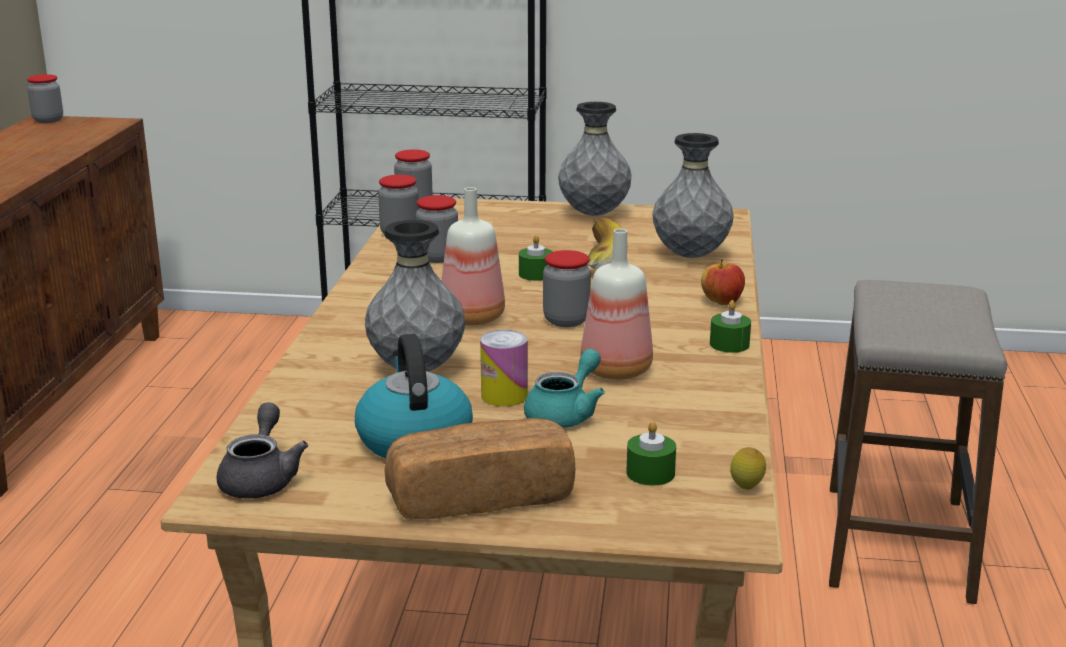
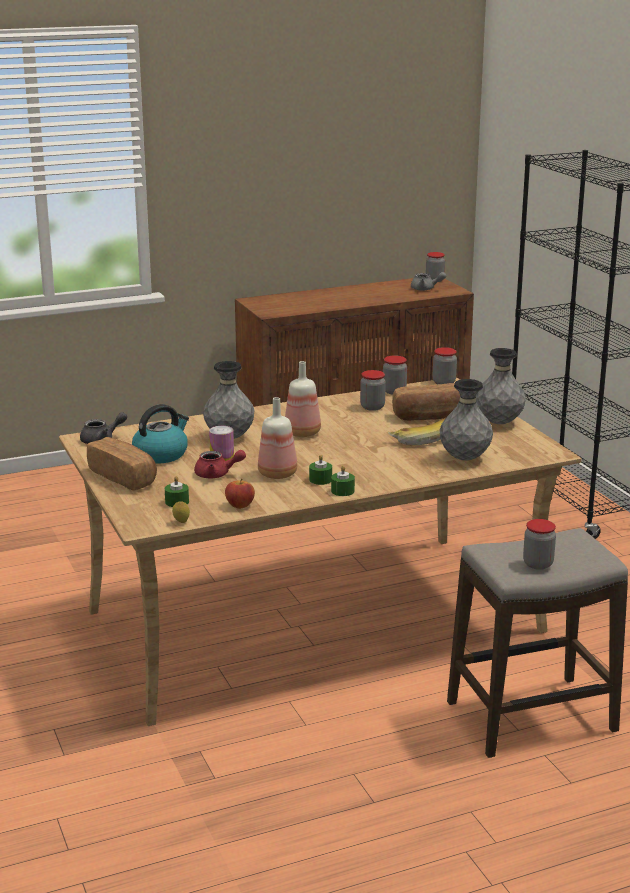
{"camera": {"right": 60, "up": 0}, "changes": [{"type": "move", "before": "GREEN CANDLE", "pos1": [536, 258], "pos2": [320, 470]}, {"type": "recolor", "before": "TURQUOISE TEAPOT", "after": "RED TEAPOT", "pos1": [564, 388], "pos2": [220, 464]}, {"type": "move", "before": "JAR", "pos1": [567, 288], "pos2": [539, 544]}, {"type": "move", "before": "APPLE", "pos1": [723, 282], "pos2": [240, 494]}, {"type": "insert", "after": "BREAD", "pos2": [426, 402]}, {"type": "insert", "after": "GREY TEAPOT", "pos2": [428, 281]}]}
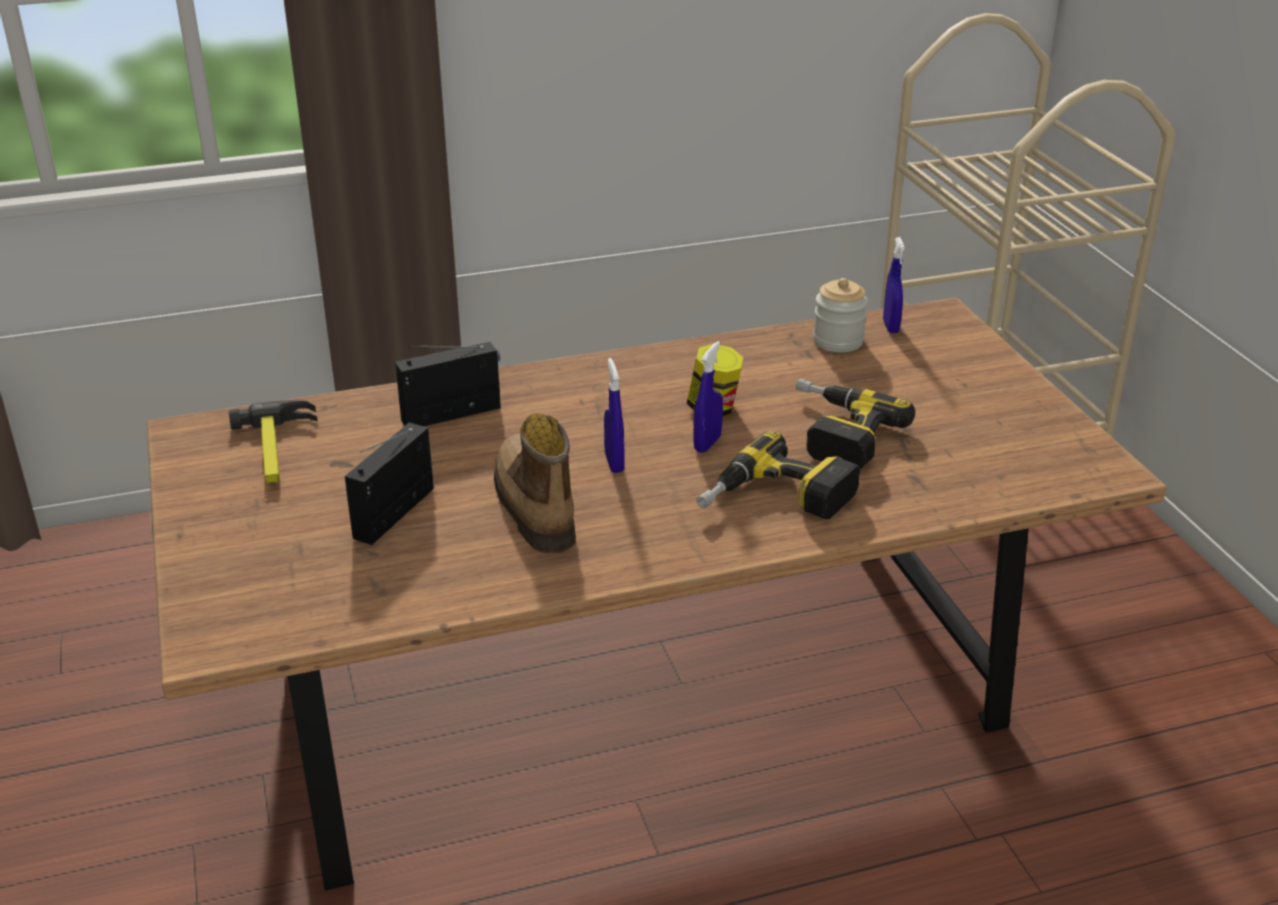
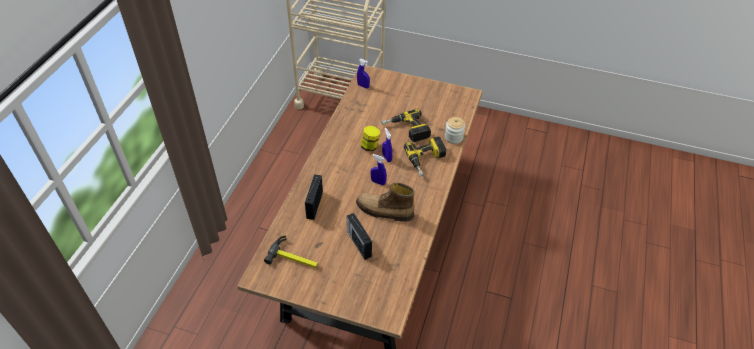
{"camera": {"right": -55, "up": 15}, "changes": [{"type": "move", "before": "JAR", "pos1": [840, 315], "pos2": [455, 130]}]}
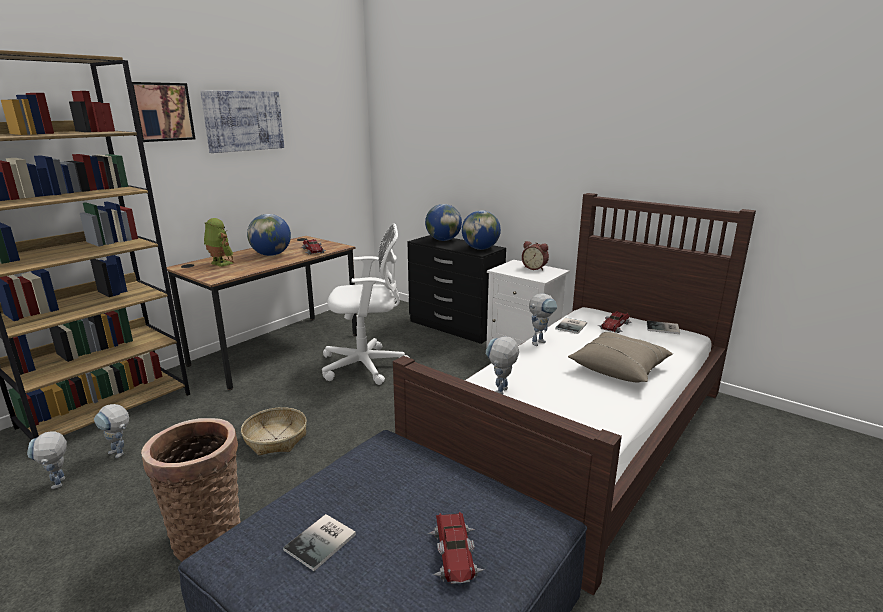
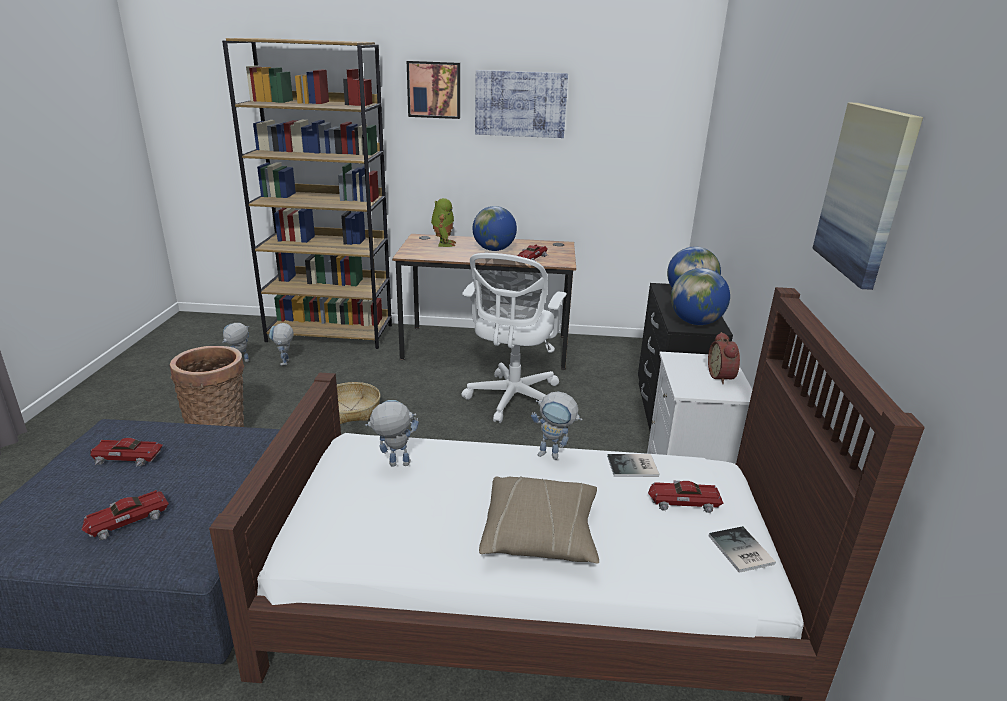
{"camera": {"right": 55, "up": 5}, "changes": [{"type": "replace", "before": "BOOK", "after": "TOY CAR", "pos1": [319, 542], "pos2": [126, 452]}, {"type": "rotate", "before": "WHITE OFFICE CHAIR", "pos1": [366, 304], "pos2": [514, 338], "turn": 60}, {"type": "insert", "after": "PICTURE", "pos2": [867, 196]}]}
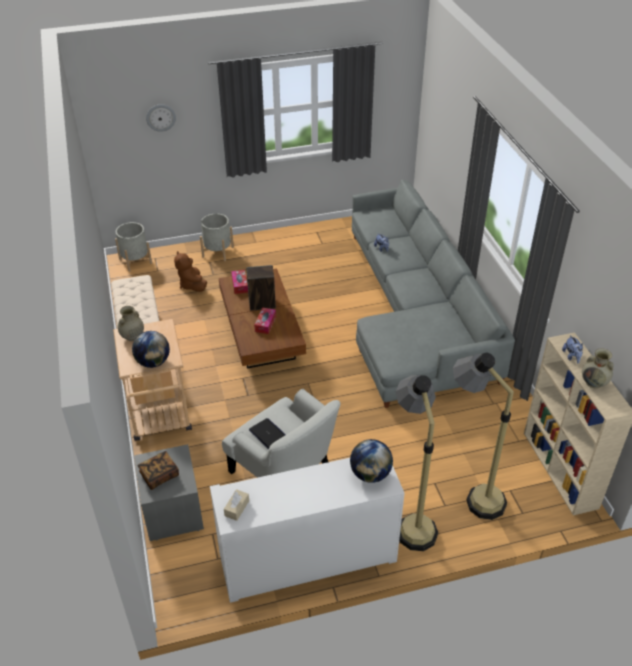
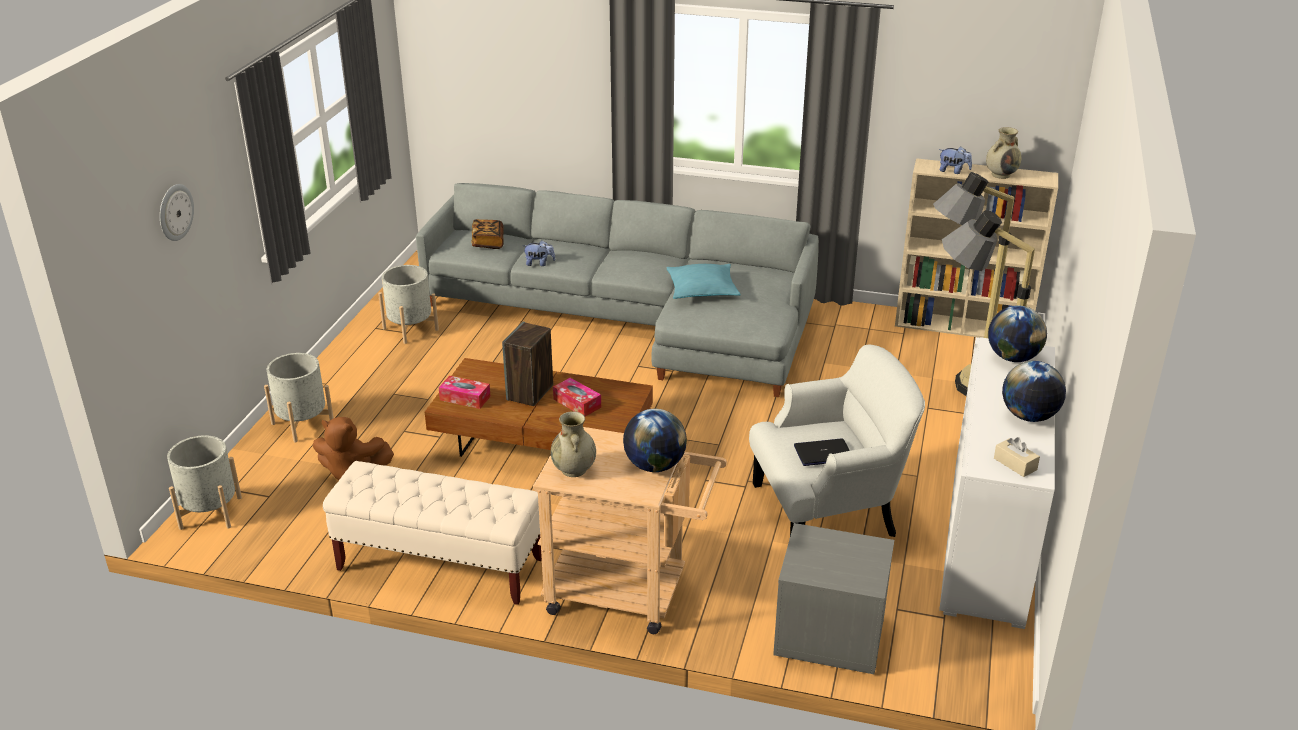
{"camera": {"right": -60, "up": -10}, "changes": [{"type": "move", "before": "BOOK", "pos1": [158, 470], "pos2": [487, 234]}, {"type": "insert", "after": "GREY PLANTER", "pos2": [408, 304]}, {"type": "insert", "after": "TURQUOISE PILLOW", "pos2": [703, 281]}, {"type": "insert", "after": "GLOBE", "pos2": [1034, 391]}]}
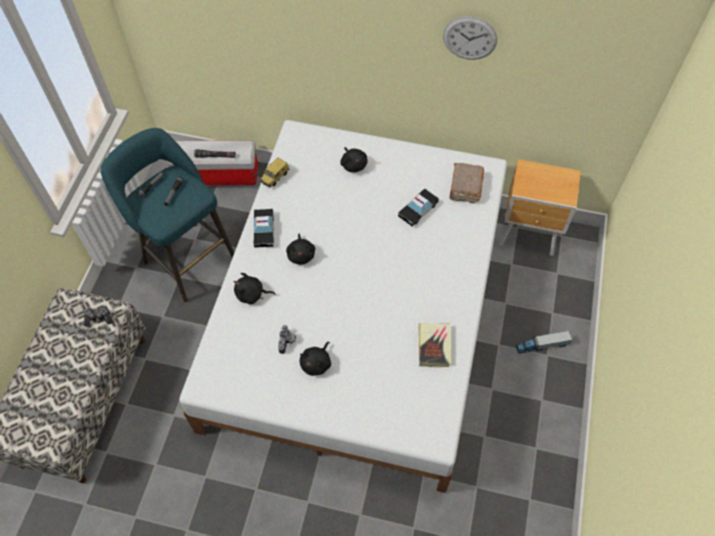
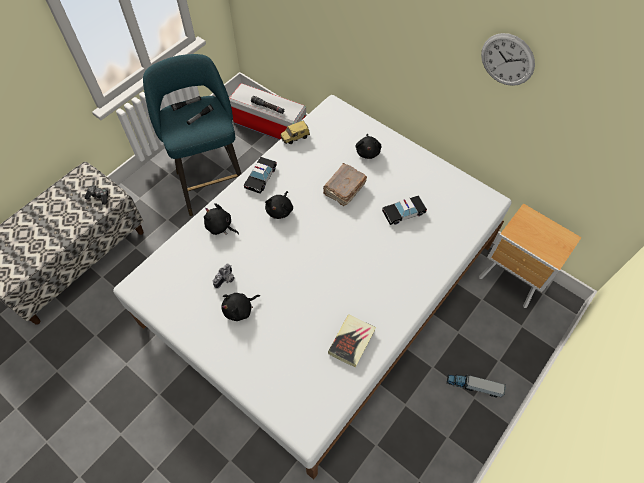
{"camera": {"right": 25, "up": 0}, "changes": [{"type": "move", "before": "BROWN BOOK", "pos1": [466, 183], "pos2": [345, 184]}]}
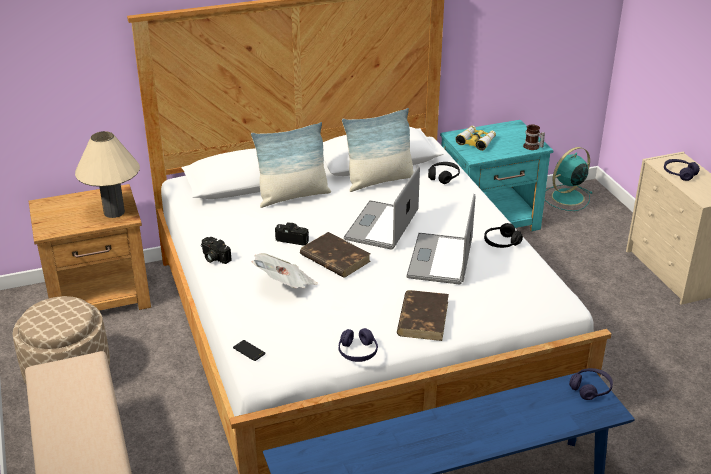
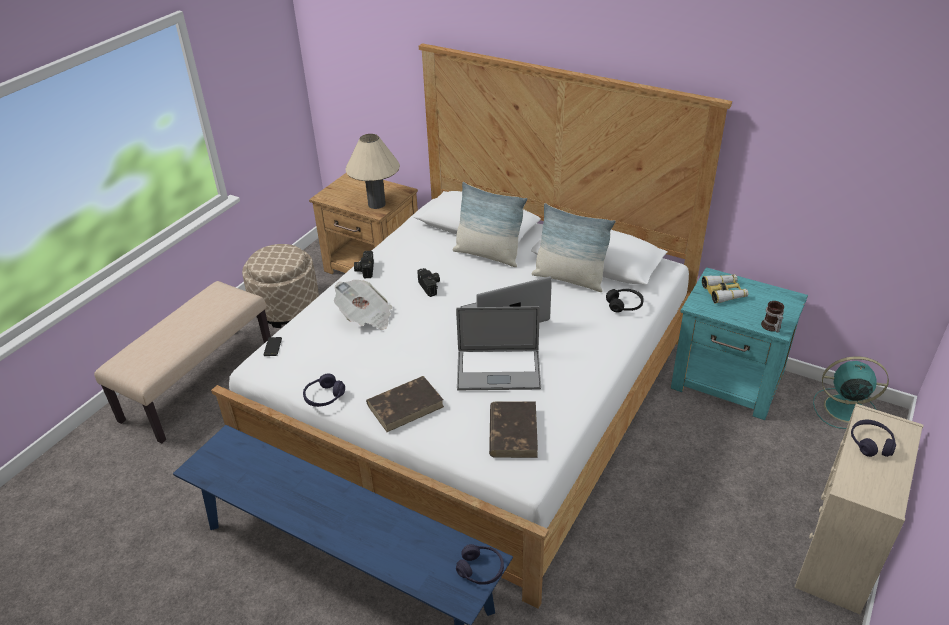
{"camera": {"right": 50, "up": 5}, "changes": [{"type": "move", "before": "BROWN BOOK", "pos1": [335, 255], "pos2": [513, 430]}, {"type": "rotate", "before": "LAPTOP", "pos1": [440, 239], "pos2": [498, 348], "turn": -150}, {"type": "delete", "before": "BLACK HEADPHONES", "pos1": [503, 235]}]}
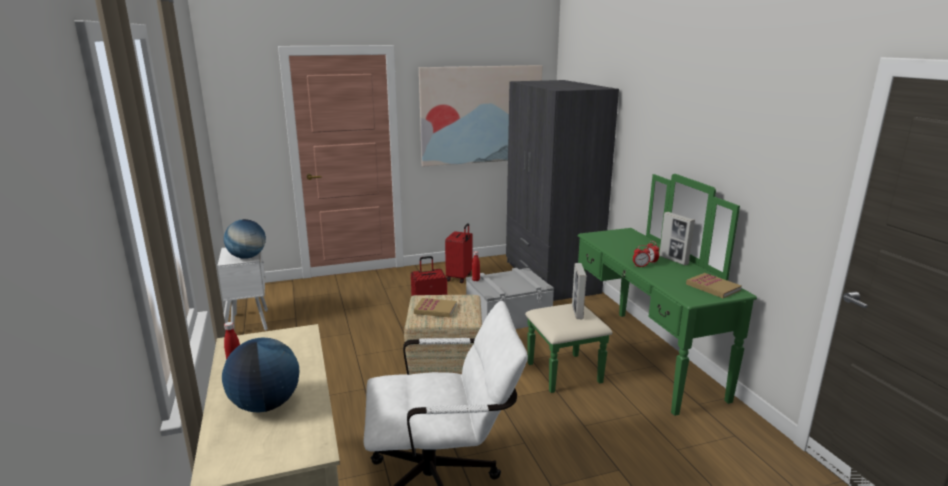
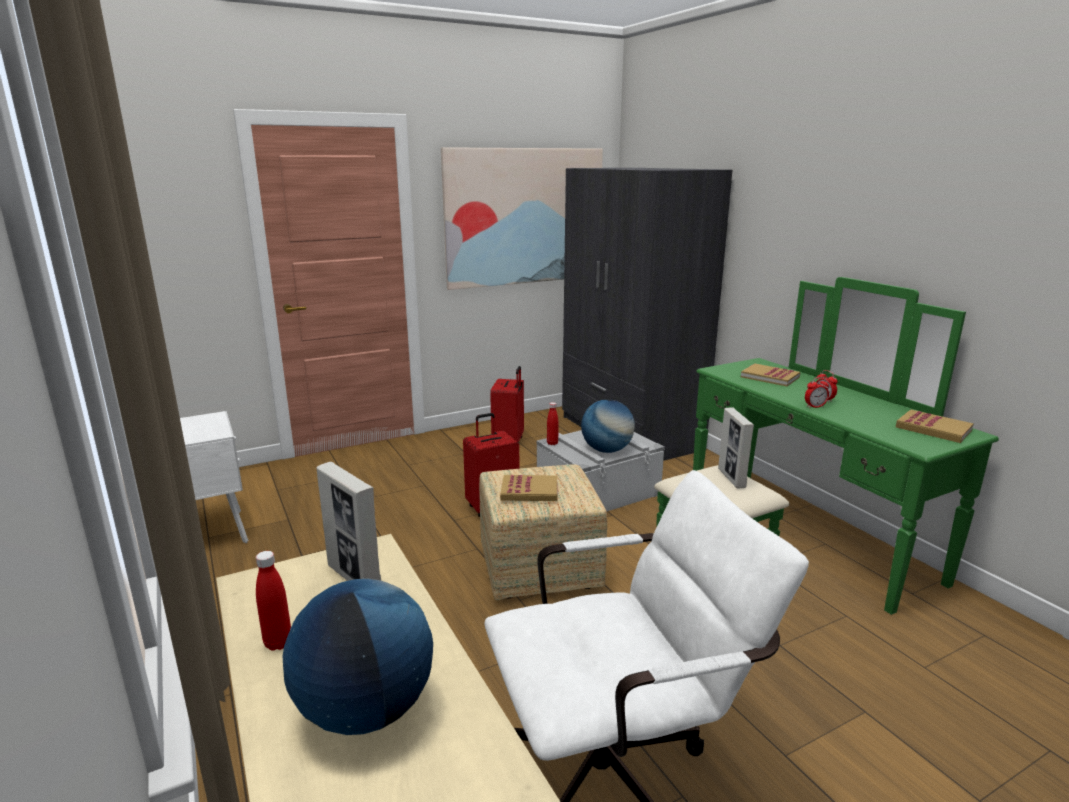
{"camera": {"right": -10, "up": 0}, "changes": [{"type": "move", "before": "GLOBE", "pos1": [245, 239], "pos2": [608, 426]}, {"type": "move", "before": "PICTURE FRAME", "pos1": [677, 238], "pos2": [348, 521]}, {"type": "insert", "after": "BOOK", "pos2": [770, 375]}]}
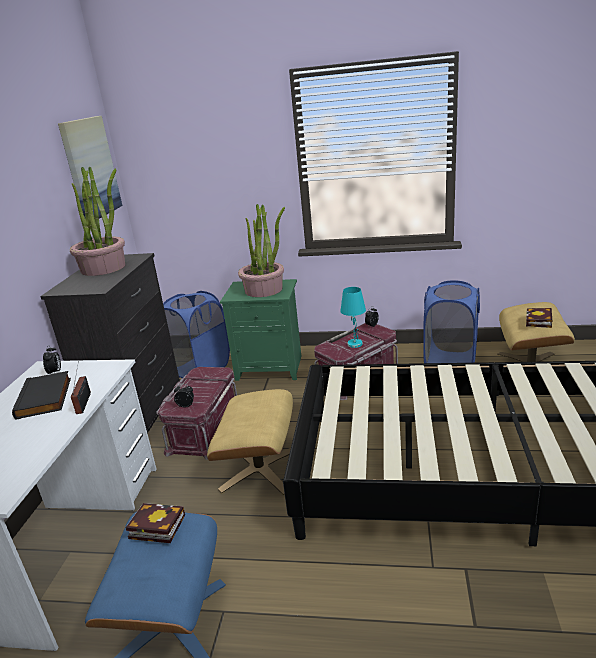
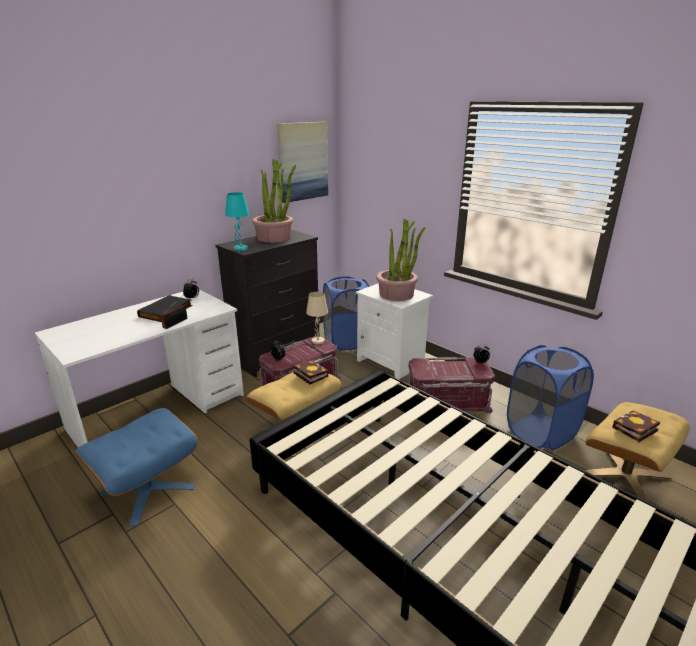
{"camera": {"right": 35, "up": 0}, "changes": [{"type": "move", "before": "BOOK", "pos1": [155, 523], "pos2": [310, 372]}, {"type": "recolor", "before": "GREEN NIGHTSTAND", "after": "WHITE NIGHTSTAND", "pos1": [260, 330], "pos2": [394, 331]}, {"type": "move", "before": "TURQUOISE TABLE LAMP", "pos1": [353, 317], "pos2": [237, 221]}, {"type": "insert", "after": "BEIGE TABLE LAMP", "pos2": [317, 318]}]}
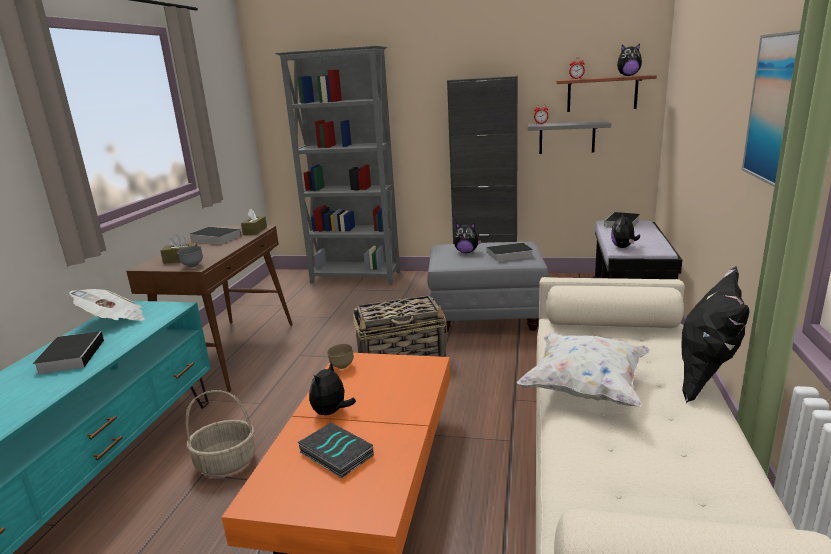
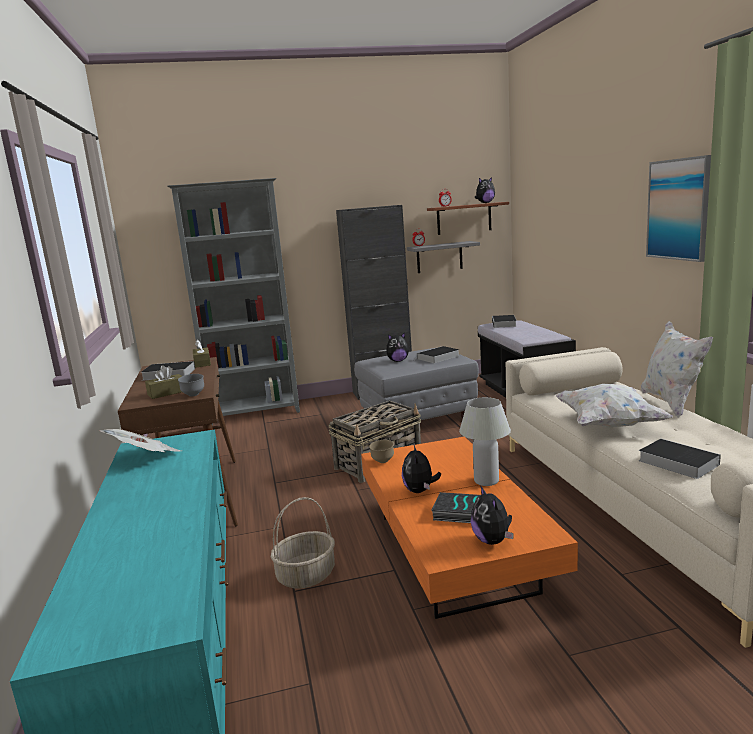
{"camera": {"right": -25, "up": -5}, "changes": [{"type": "move", "before": "BOOK", "pos1": [68, 352], "pos2": [679, 459]}, {"type": "move", "before": "PLUSH TOY", "pos1": [625, 230], "pos2": [492, 515]}, {"type": "recolor", "before": "BLACK PILLOW", "after": "WHITE PILLOW", "pos1": [715, 335], "pos2": [677, 369]}, {"type": "insert", "after": "WHITE TABLE LAMP", "pos2": [485, 441]}]}
